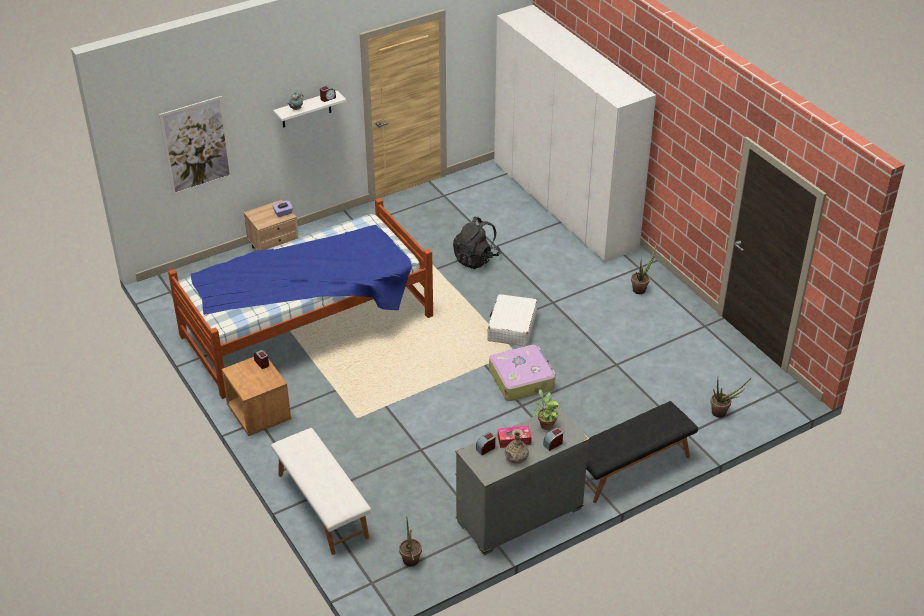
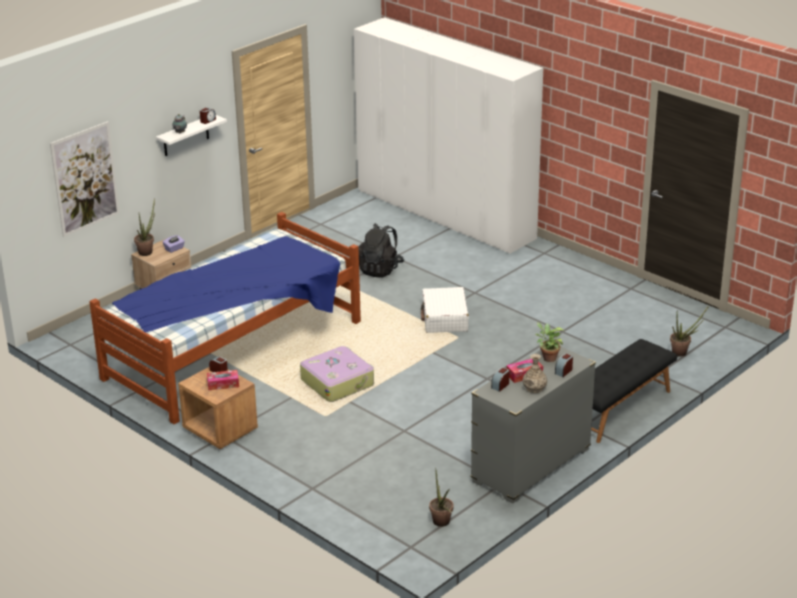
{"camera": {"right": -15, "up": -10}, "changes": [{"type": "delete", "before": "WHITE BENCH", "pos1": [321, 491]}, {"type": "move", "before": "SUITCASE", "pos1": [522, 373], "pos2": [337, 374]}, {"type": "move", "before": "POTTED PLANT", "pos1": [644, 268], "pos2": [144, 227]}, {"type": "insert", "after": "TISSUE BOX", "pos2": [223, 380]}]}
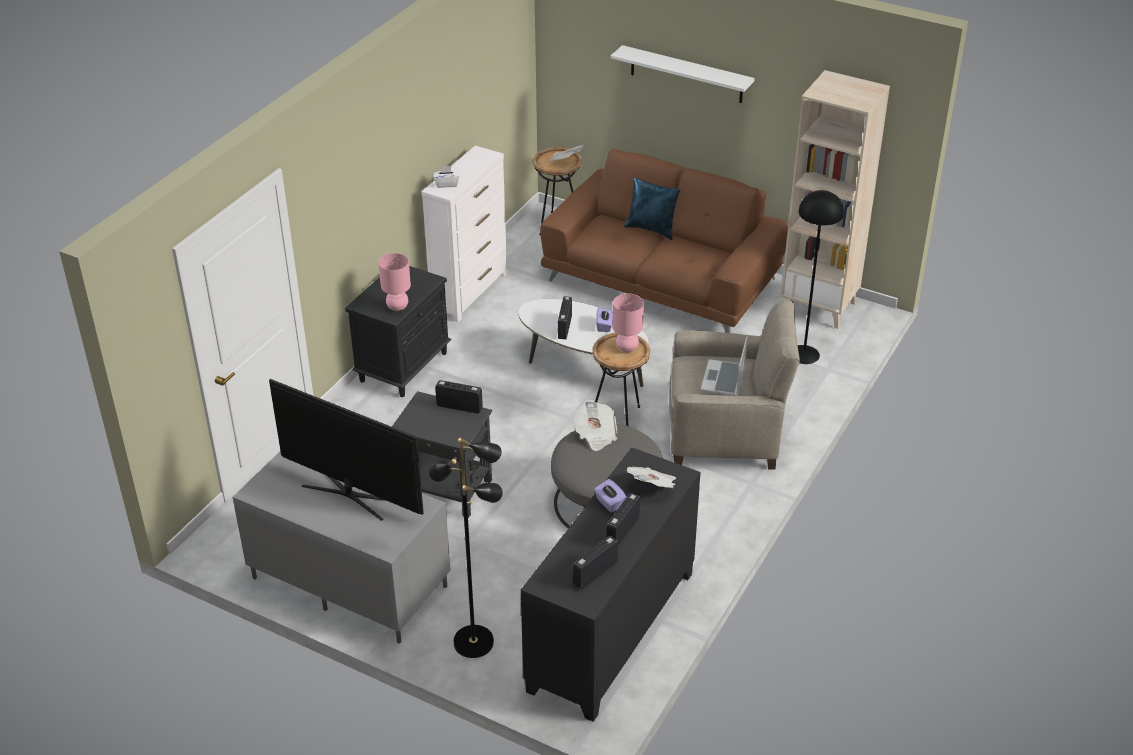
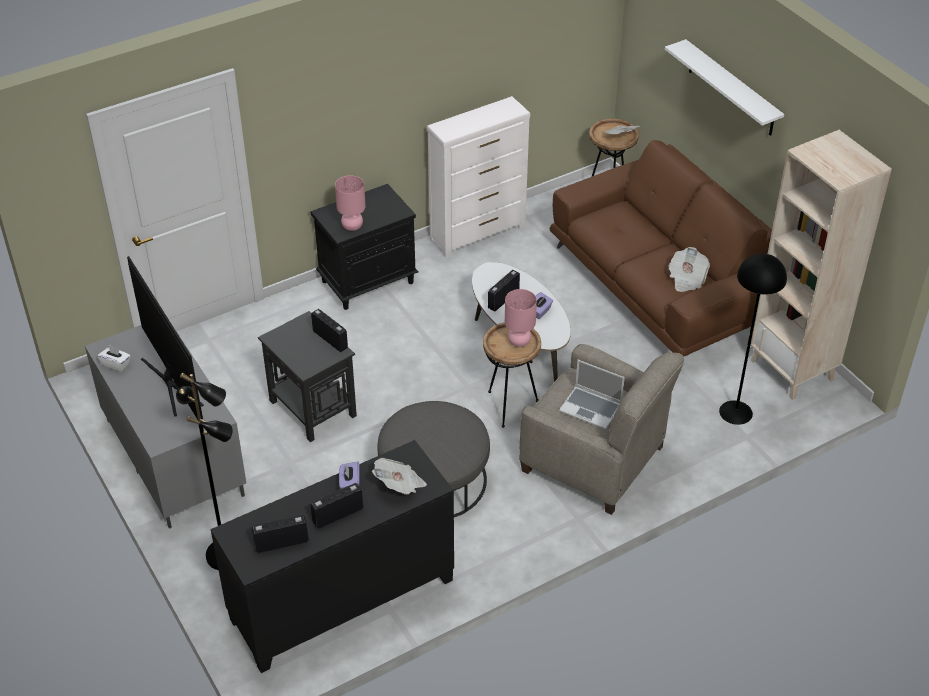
{"camera": {"right": 30, "up": 5}, "changes": [{"type": "move", "before": "WHITE TISSUE BOX", "pos1": [446, 177], "pos2": [114, 359]}, {"type": "move", "before": "NEWSPAPER", "pos1": [595, 425], "pos2": [689, 269]}, {"type": "delete", "before": "BLUE PILLOW", "pos1": [652, 208]}, {"type": "rotate", "before": "LAPTOP", "pos1": [724, 366], "pos2": [592, 395], "turn": -105}]}
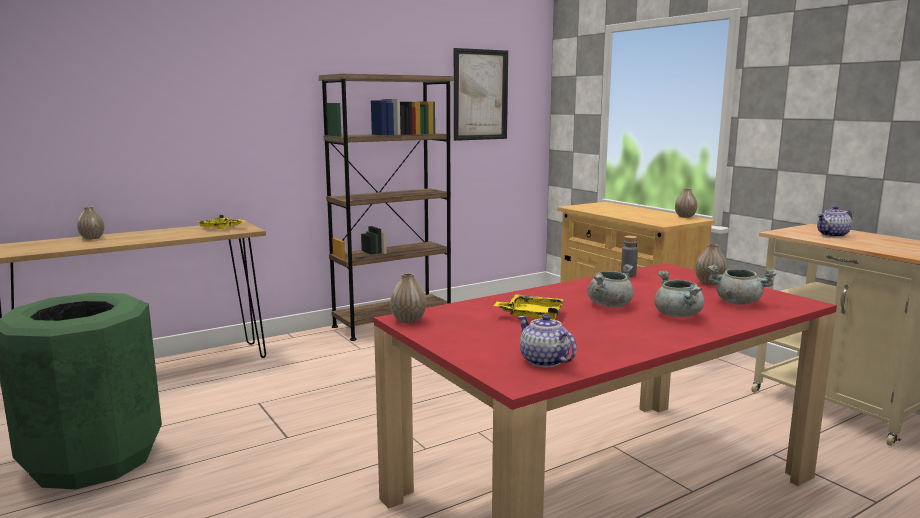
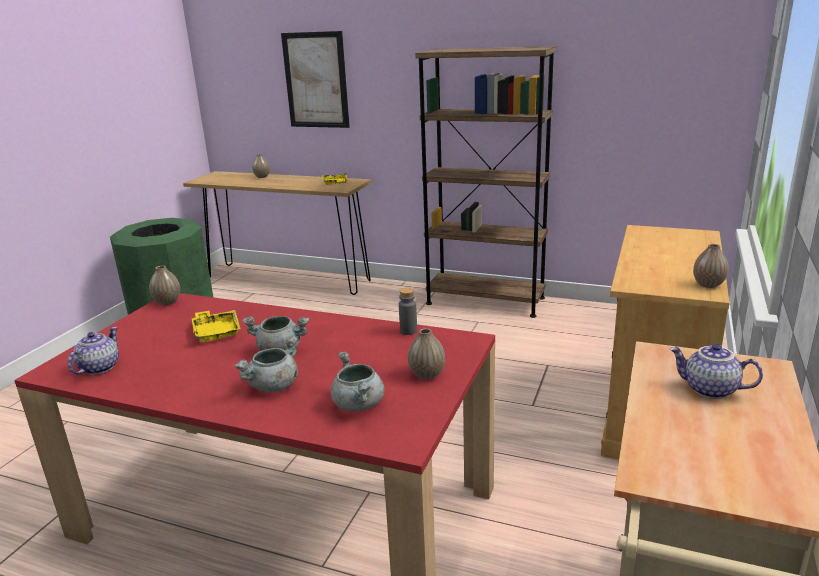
{"camera": {"right": 55, "up": 10}, "changes": [{"type": "move", "before": "PICTURE", "pos1": [481, 94], "pos2": [315, 79]}]}
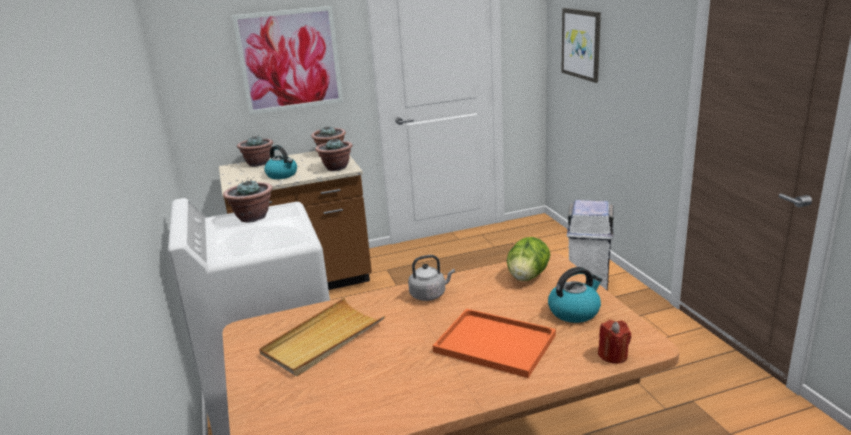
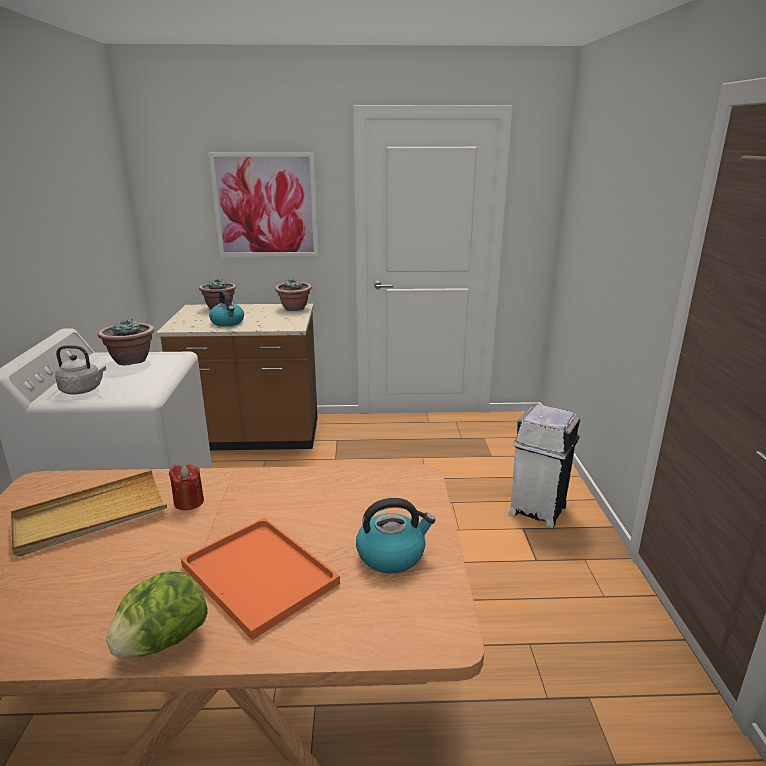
{"camera": {"right": 15, "up": 0}, "changes": [{"type": "delete", "before": "POTTED PLANT", "pos1": [334, 155]}, {"type": "move", "before": "GREY KETTLE", "pos1": [431, 278], "pos2": [80, 370]}, {"type": "move", "before": "LETTUCE", "pos1": [529, 259], "pos2": [156, 614]}, {"type": "delete", "before": "PICTURE", "pos1": [581, 45]}, {"type": "move", "before": "RED CANDLE", "pos1": [614, 342], "pos2": [186, 487]}]}
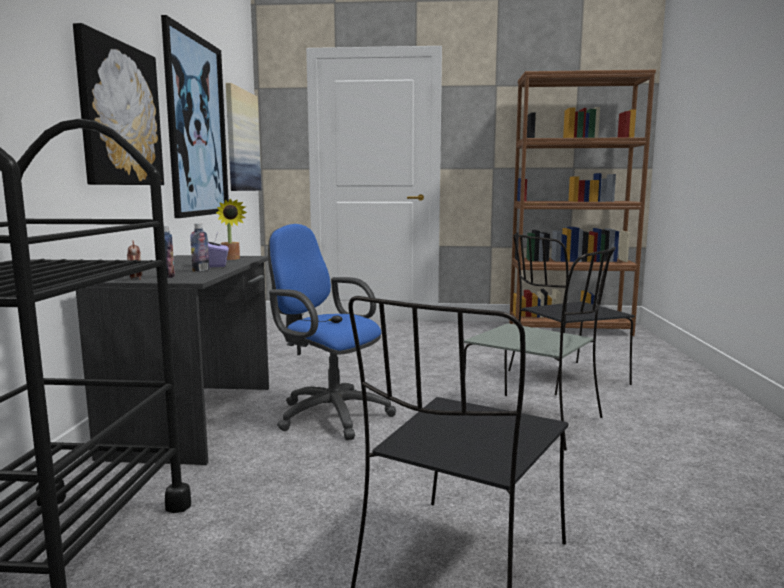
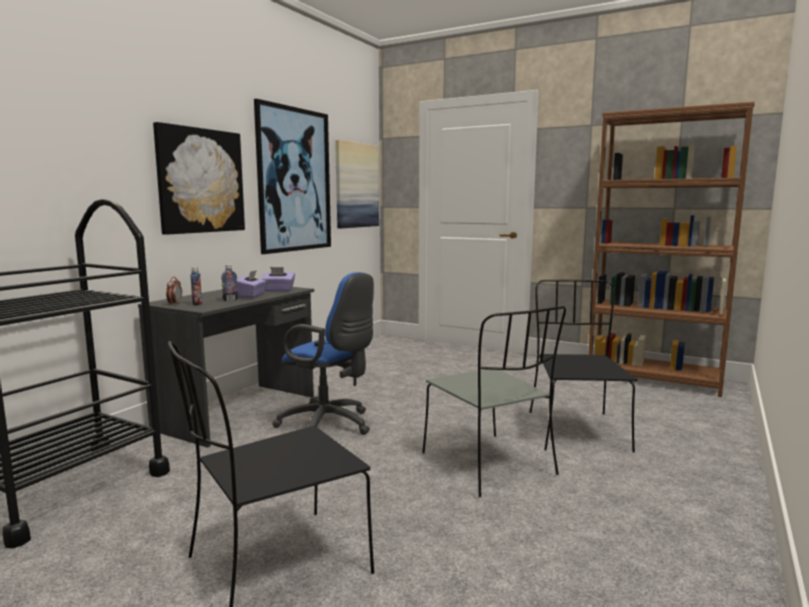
{"camera": {"right": 25, "up": 0}, "changes": [{"type": "replace", "before": "POTTED PLANT", "after": "PURPLE TISSUE BOX", "pos1": [231, 229], "pos2": [278, 279]}, {"type": "rotate", "before": "BLUE OFFICE CHAIR", "pos1": [332, 332], "pos2": [323, 353], "turn": 150}, {"type": "rotate", "before": "BLACK CHAIR", "pos1": [571, 314], "pos2": [583, 366], "turn": 90}]}
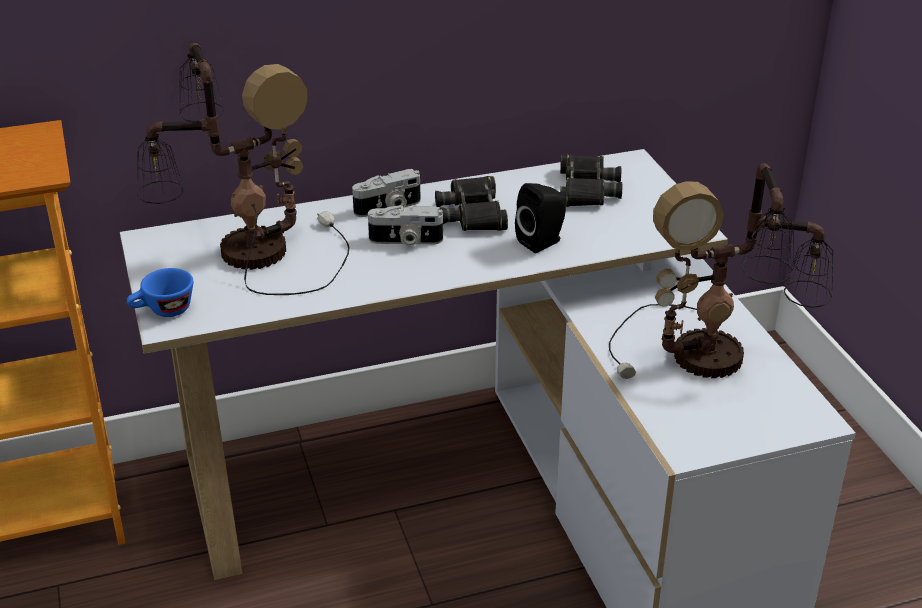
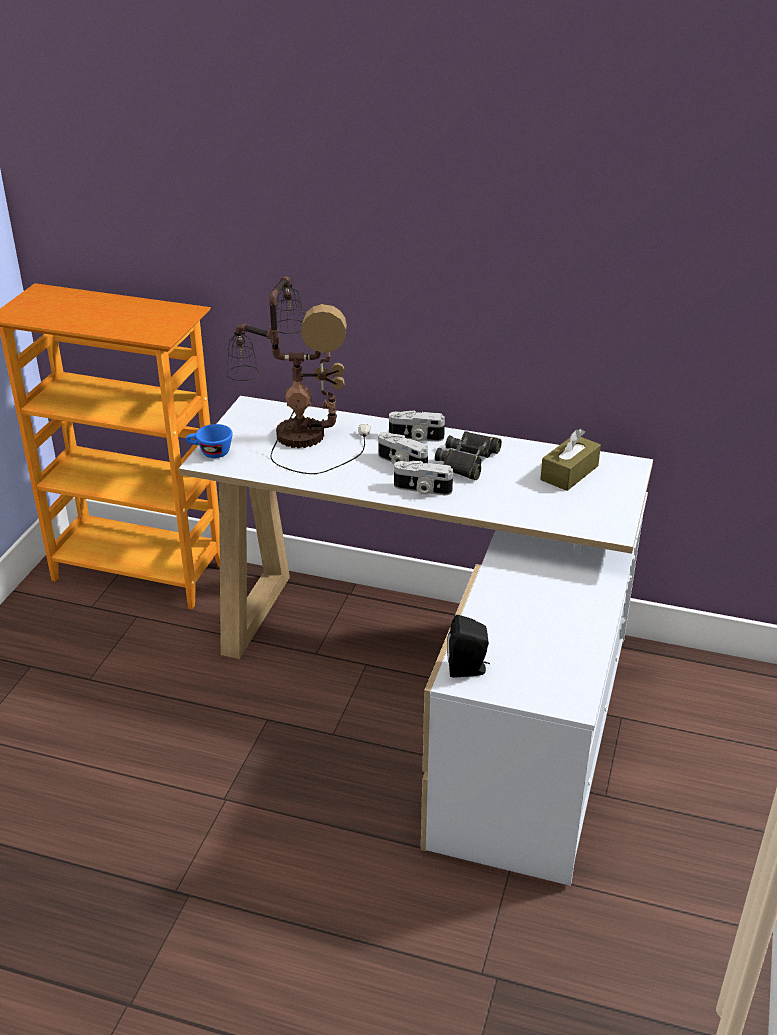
{"camera": {"right": 35, "up": 0}, "changes": [{"type": "move", "before": "BLACK SPEAKER", "pos1": [540, 218], "pos2": [468, 646]}, {"type": "replace", "before": "BLACK BINOCULARS", "after": "BROWN TISSUE BOX", "pos1": [591, 180], "pos2": [570, 460]}, {"type": "delete", "before": "TABLE LAMP", "pos1": [721, 271]}, {"type": "insert", "after": "PHOTO CAMERA", "pos2": [423, 478]}]}
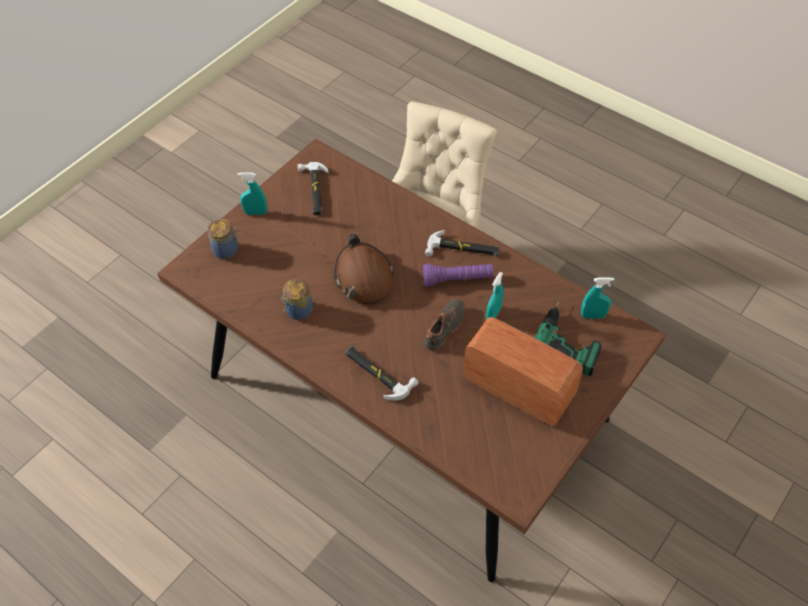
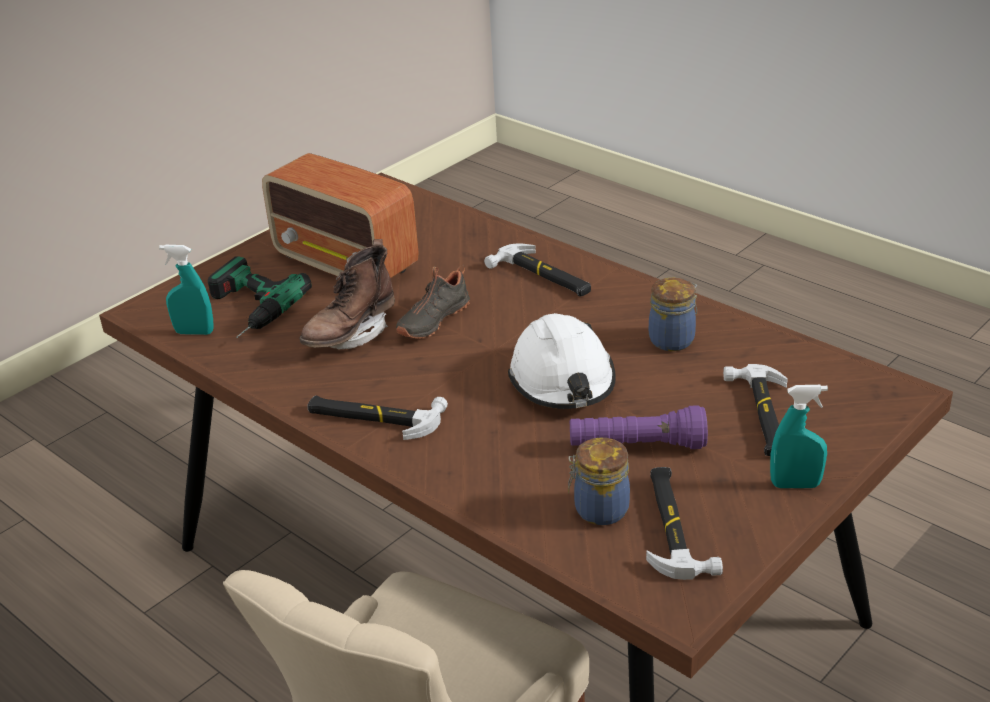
{"camera": {"right": -175, "up": -20}, "changes": [{"type": "move", "before": "JAR", "pos1": [223, 239], "pos2": [599, 481]}, {"type": "recolor", "before": "BROWN HARD HAT", "after": "WHITE HARD HAT", "pos1": [364, 268], "pos2": [562, 361]}, {"type": "move", "before": "PURPLE FLASHLIGHT", "pos1": [458, 275], "pos2": [639, 427]}, {"type": "replace", "before": "TURQUOISE SPRAY BOTTLE", "after": "BROWN BOOT", "pos1": [495, 295], "pos2": [347, 294]}, {"type": "insert", "after": "HAMMER", "pos2": [755, 410]}]}
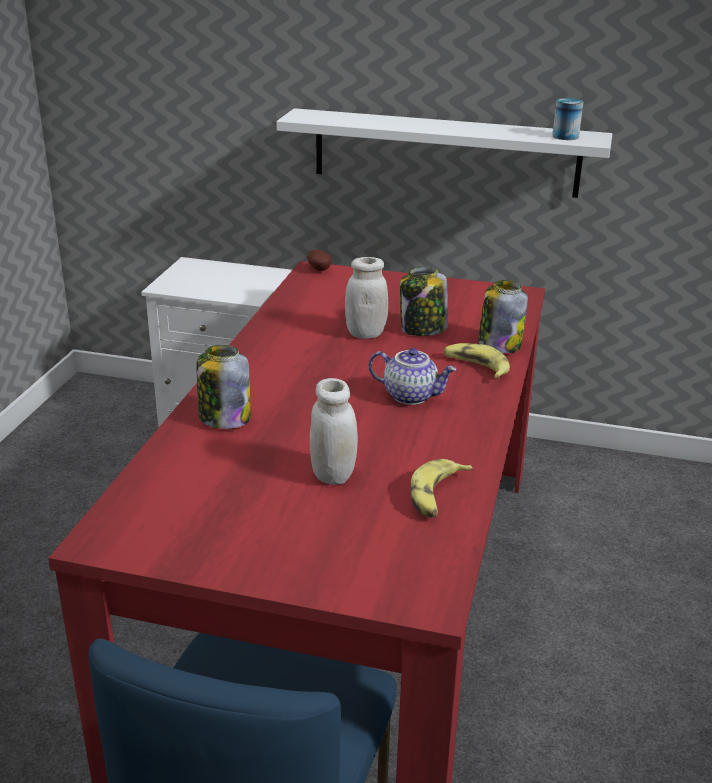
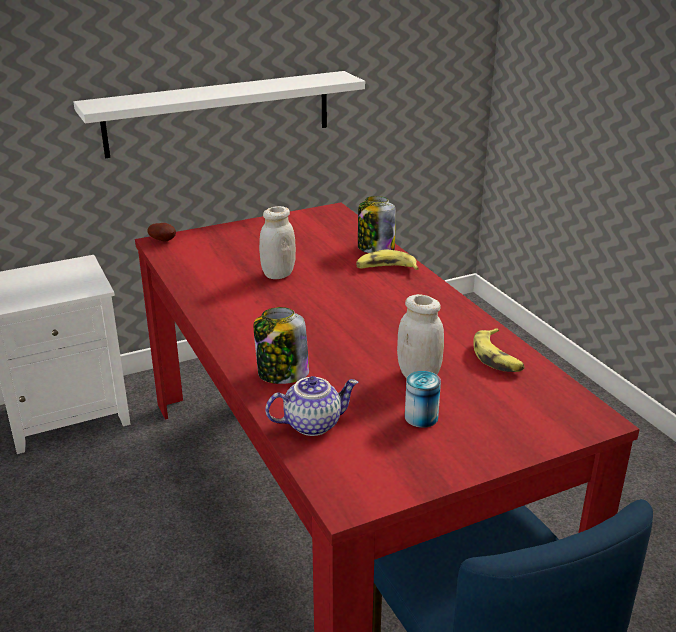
{"camera": {"right": -40, "up": 0}, "changes": [{"type": "move", "before": "TEAPOT", "pos1": [413, 376], "pos2": [311, 406]}, {"type": "delete", "before": "JAR", "pos1": [424, 301]}, {"type": "move", "before": "CAN", "pos1": [567, 119], "pos2": [423, 399]}]}
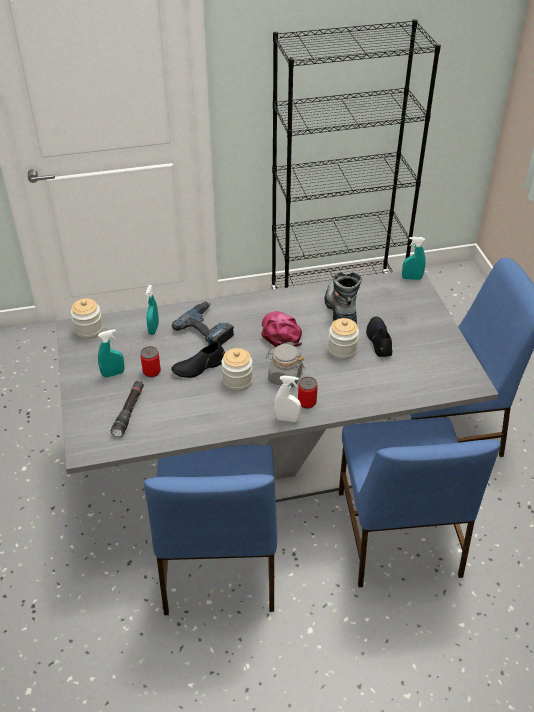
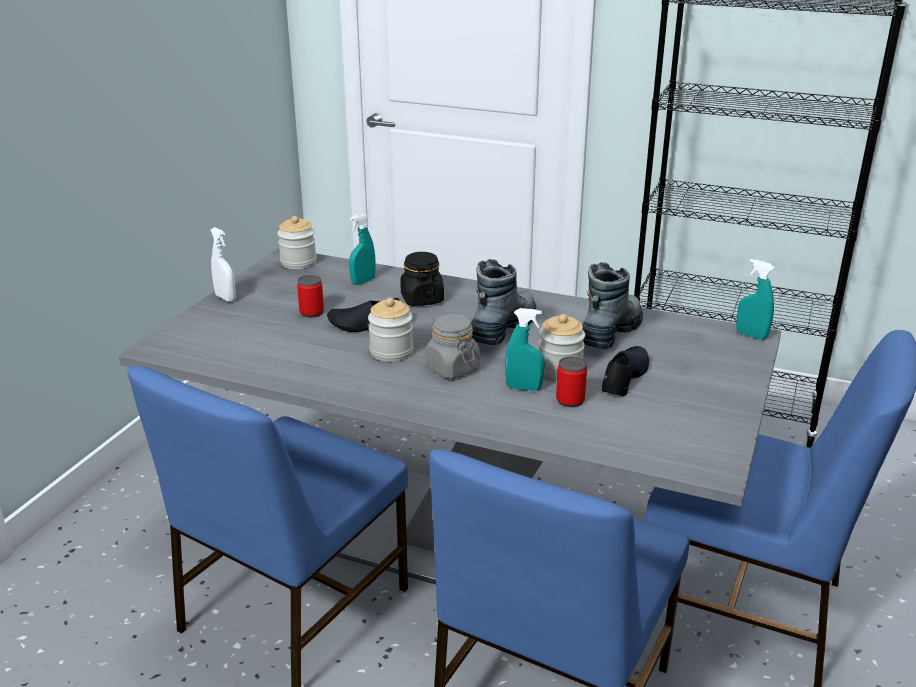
{"camera": {"right": 35, "up": -15}, "changes": [{"type": "move", "before": "TURQUOISE SPRAY BOTTLE", "pos1": [111, 353], "pos2": [525, 349]}, {"type": "delete", "before": "BLACK FLASHLIGHT", "pos1": [127, 409]}, {"type": "replace", "before": "POWER DRILL", "after": "BLACK JAR", "pos1": [203, 323], "pos2": [422, 279]}, {"type": "replace", "before": "PINK CAP", "after": "BOOT", "pos1": [282, 329], "pos2": [504, 302]}, {"type": "move", "before": "WHITE SPRAY BOTTLE", "pos1": [287, 398], "pos2": [223, 264]}, {"type": "move", "before": "CAN", "pos1": [308, 393], "pos2": [571, 382]}]}
